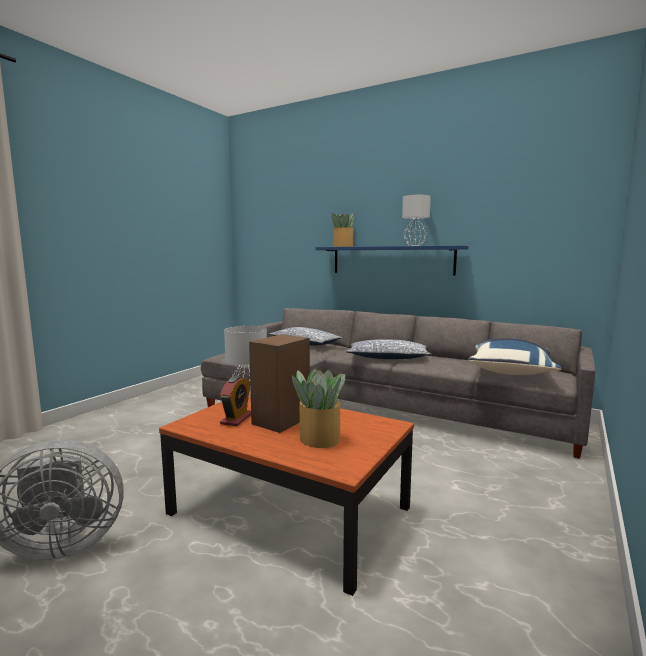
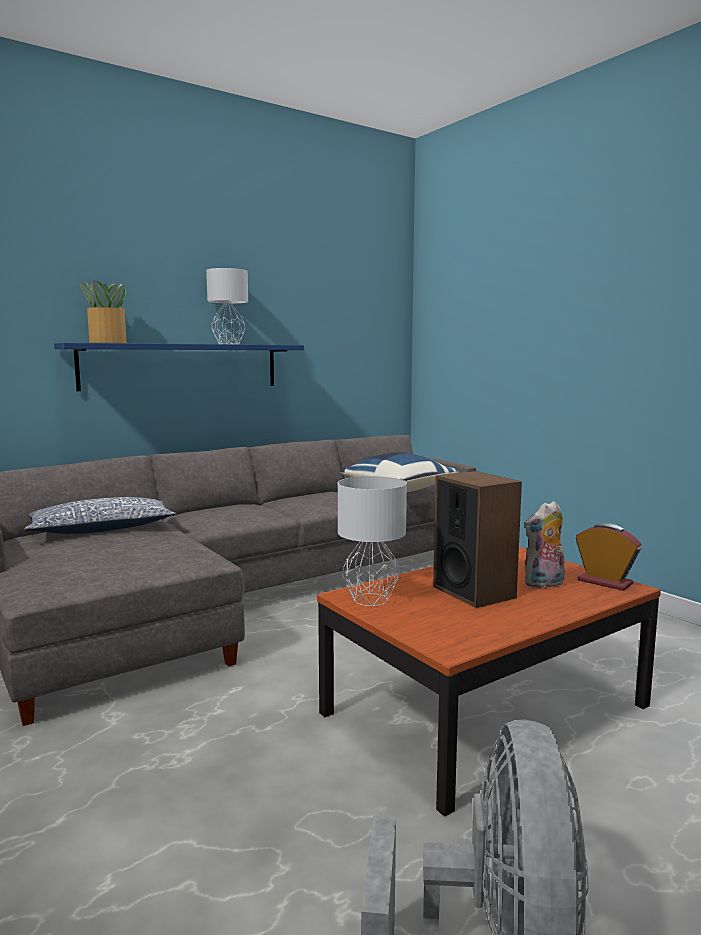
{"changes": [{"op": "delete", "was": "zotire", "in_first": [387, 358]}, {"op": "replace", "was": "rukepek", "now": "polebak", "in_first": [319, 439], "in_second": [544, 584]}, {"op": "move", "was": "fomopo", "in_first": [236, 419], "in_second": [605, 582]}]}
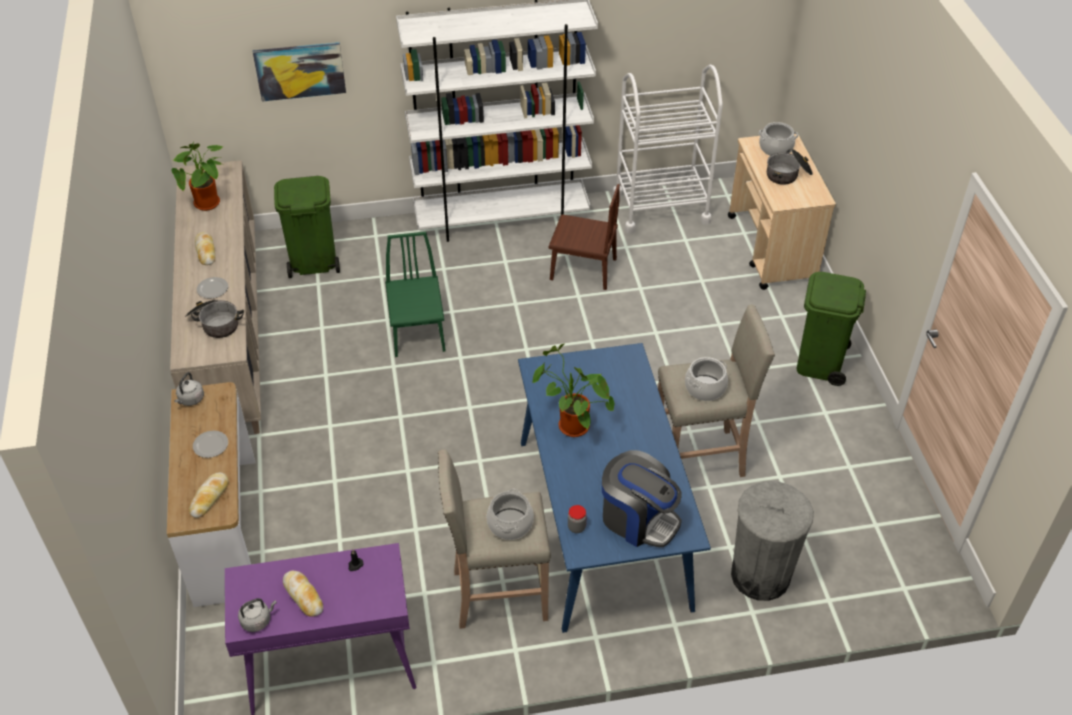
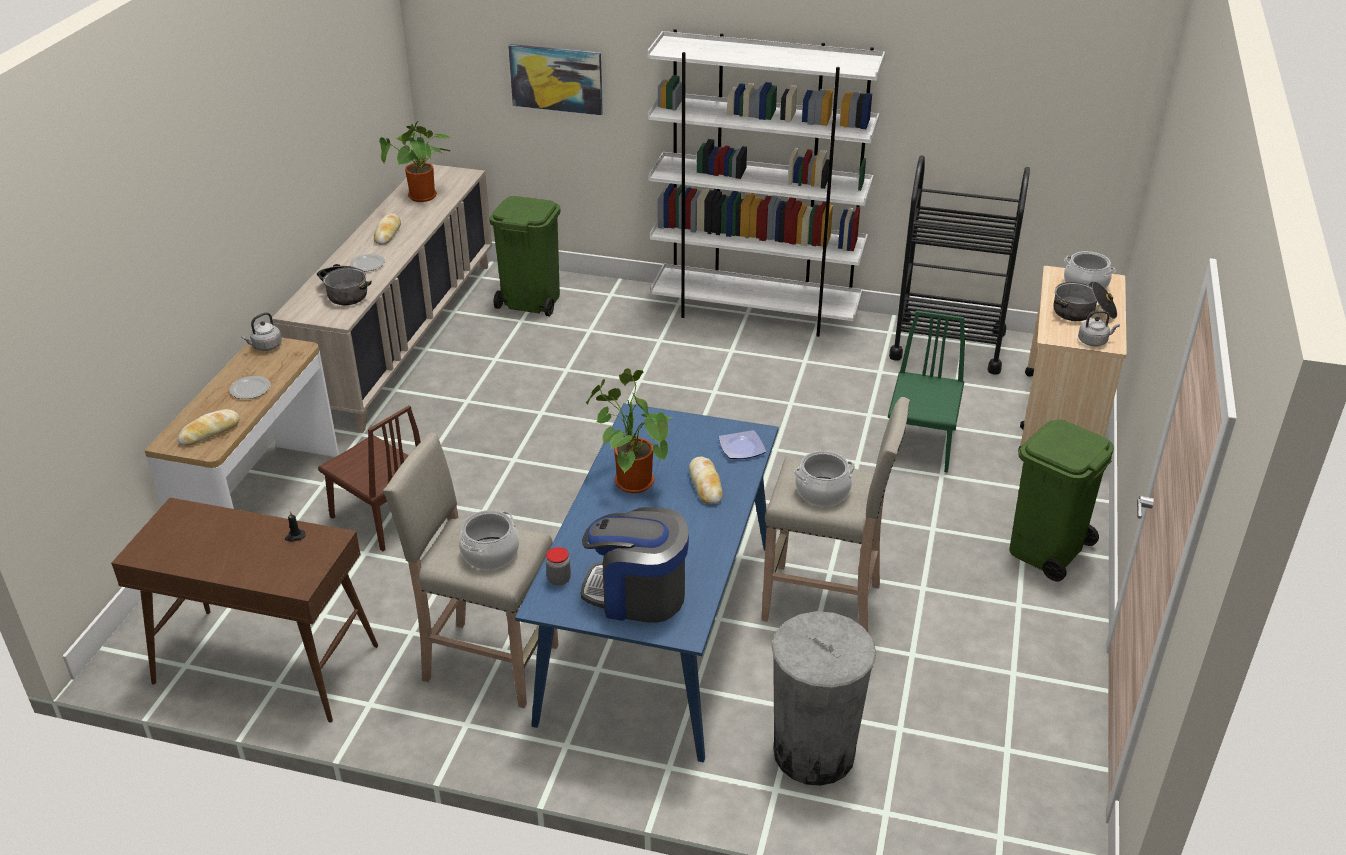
{"changes": [{"op": "recolor", "was": "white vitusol", "now": "black vitusol", "in_first": [660, 208], "in_second": [947, 345]}, {"op": "move", "was": "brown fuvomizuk", "in_first": [583, 269], "in_second": [381, 517]}, {"op": "move", "was": "green fuvomizuk", "in_first": [417, 333], "in_second": [920, 445]}, {"op": "rotate", "was": "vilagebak", "in_first": [638, 519], "in_second": [637, 594], "clockwise": 135}, {"op": "recolor", "was": "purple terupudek", "now": "brown terupudek", "in_first": [330, 663], "in_second": [265, 665]}, {"op": "move", "was": "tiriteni", "in_first": [303, 596], "in_second": [705, 485]}, {"op": "move", "was": "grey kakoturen", "in_first": [257, 620], "in_second": [1094, 341]}, {"op": "insert", "now": "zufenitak", "in_second": [741, 448]}]}
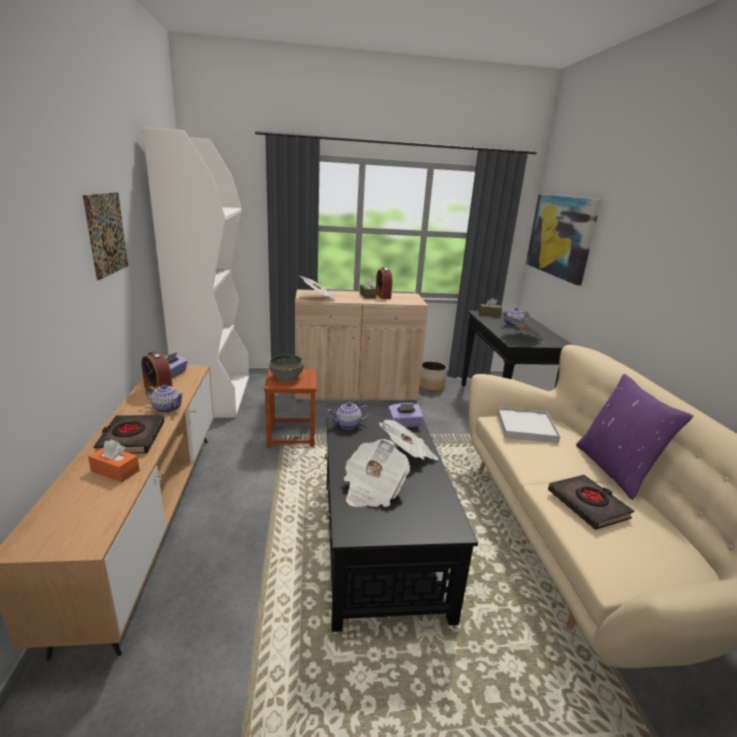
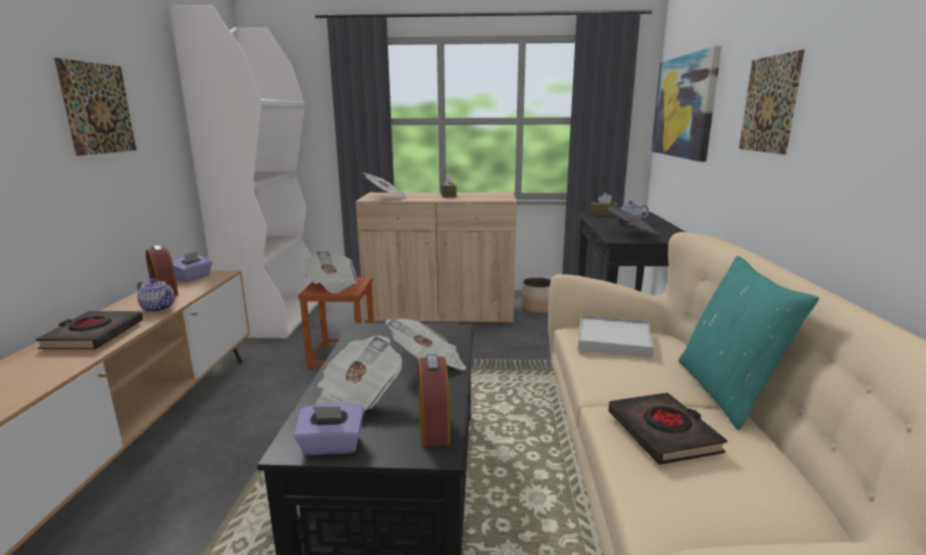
{"changes": [{"op": "move", "was": "fomopo", "in_first": [383, 296], "in_second": [433, 427]}, {"op": "replace", "was": "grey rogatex", "now": "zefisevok", "in_first": [287, 377], "in_second": [332, 285]}, {"op": "recolor", "was": "purple zotire", "now": "turquoise zotire", "in_first": [615, 470], "in_second": [727, 392]}, {"op": "delete", "was": "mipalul", "in_first": [348, 425]}, {"op": "move", "was": "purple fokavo", "in_first": [404, 424], "in_second": [331, 446]}, {"op": "delete", "was": "orange fokavo", "in_first": [115, 471]}, {"op": "insert", "now": "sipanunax", "in_second": [769, 104]}]}
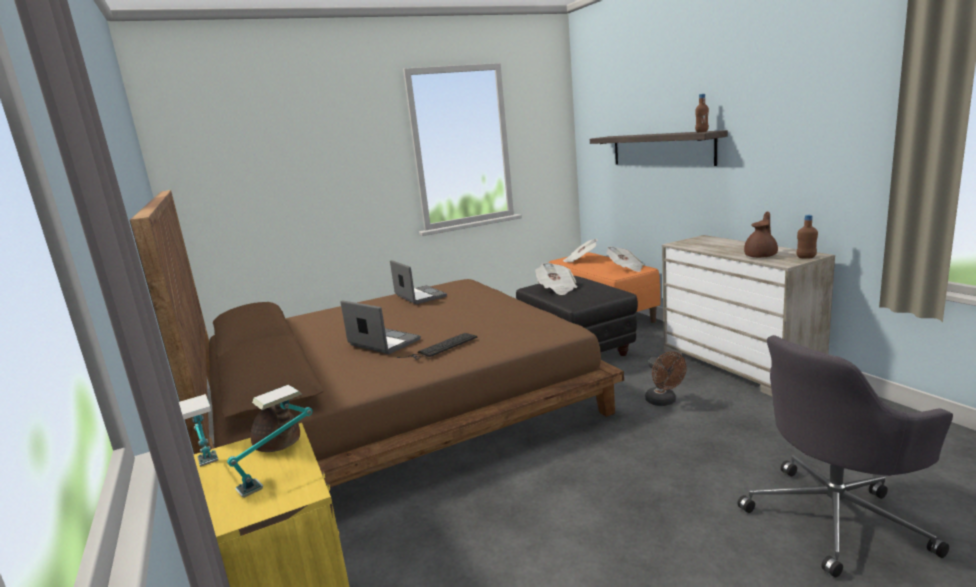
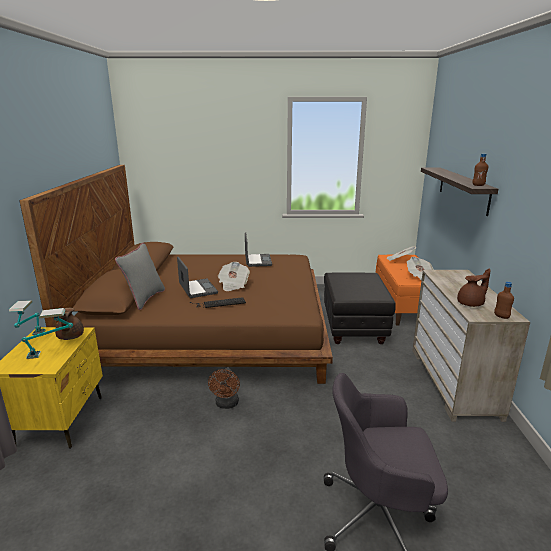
{"changes": [{"op": "move", "was": "zefisevok", "in_first": [557, 289], "in_second": [233, 285]}, {"op": "move", "was": "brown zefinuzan", "in_first": [664, 402], "in_second": [226, 404]}, {"op": "insert", "now": "grey zotire", "in_second": [144, 299]}]}
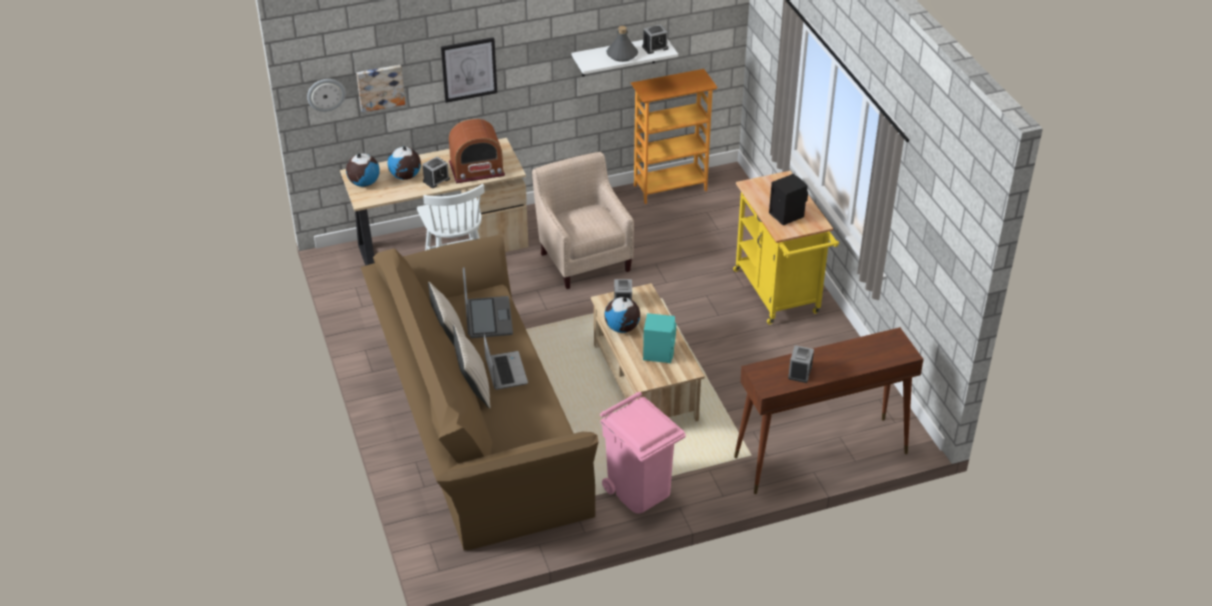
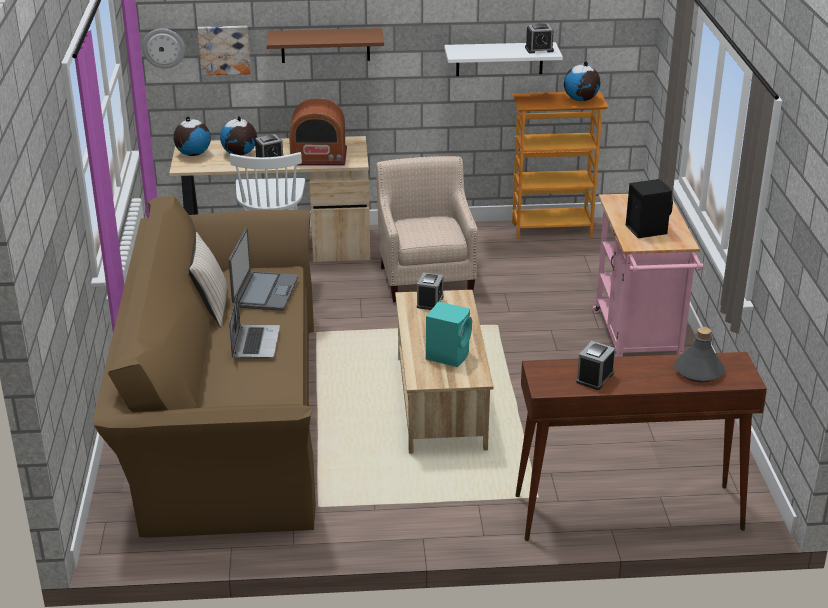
{"changes": [{"op": "move", "was": "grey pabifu", "in_first": [622, 55], "in_second": [698, 371]}, {"op": "replace", "was": "sipanunax", "now": "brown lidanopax", "in_first": [469, 69], "in_second": [325, 45]}, {"op": "recolor", "was": "yellow vitusol", "now": "pink vitusol", "in_first": [779, 295], "in_second": [638, 342]}, {"op": "move", "was": "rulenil", "in_first": [622, 328], "in_second": [581, 100]}, {"op": "delete", "was": "beige zotire", "in_first": [473, 388]}, {"op": "delete", "was": "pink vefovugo", "in_first": [640, 490]}]}
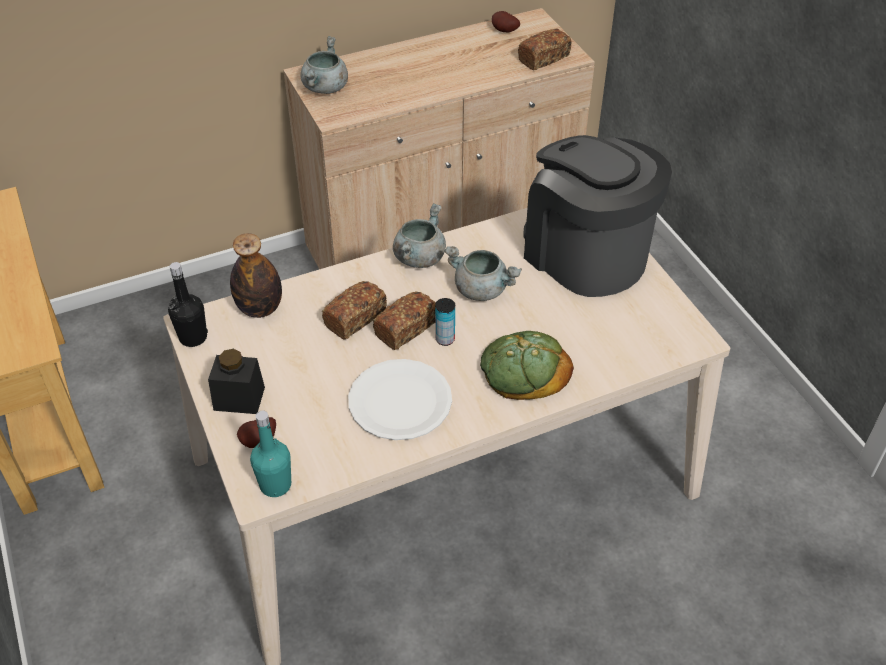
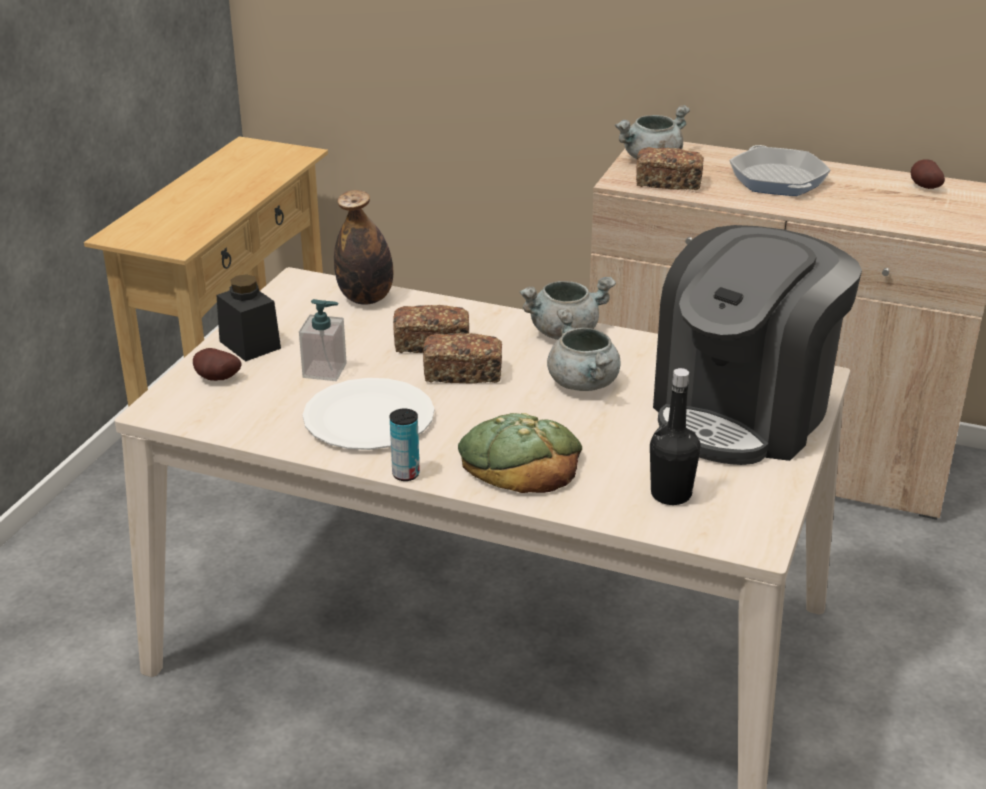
{"changes": [{"op": "move", "was": "tiriteni", "in_first": [543, 58], "in_second": [668, 183]}, {"op": "rotate", "was": "vilagebak", "in_first": [585, 254], "in_second": [744, 412], "clockwise": -150}, {"op": "move", "was": "black pabifu", "in_first": [193, 337], "in_second": [671, 494]}, {"op": "move", "was": "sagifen", "in_first": [445, 339], "in_second": [406, 474]}, {"op": "delete", "was": "turquoise pabifu", "in_first": [275, 485]}, {"op": "insert", "now": "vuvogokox", "in_second": [777, 179]}, {"op": "insert", "now": "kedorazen", "in_second": [325, 370]}]}
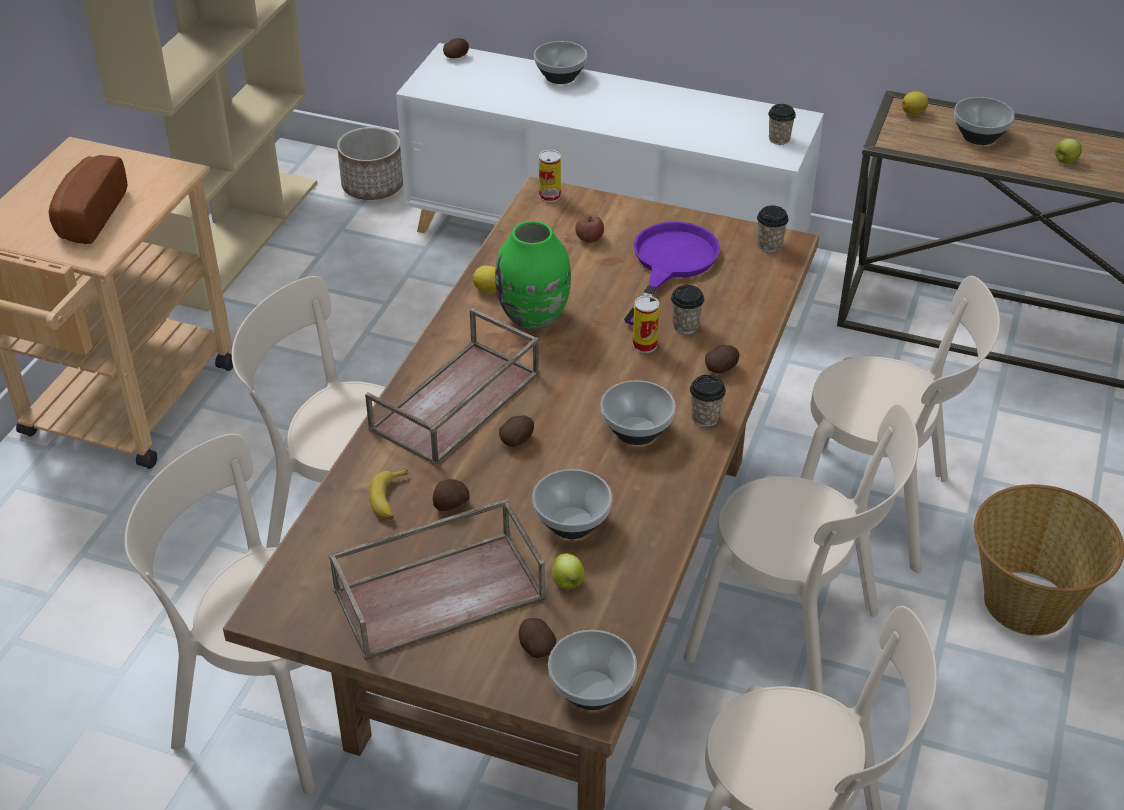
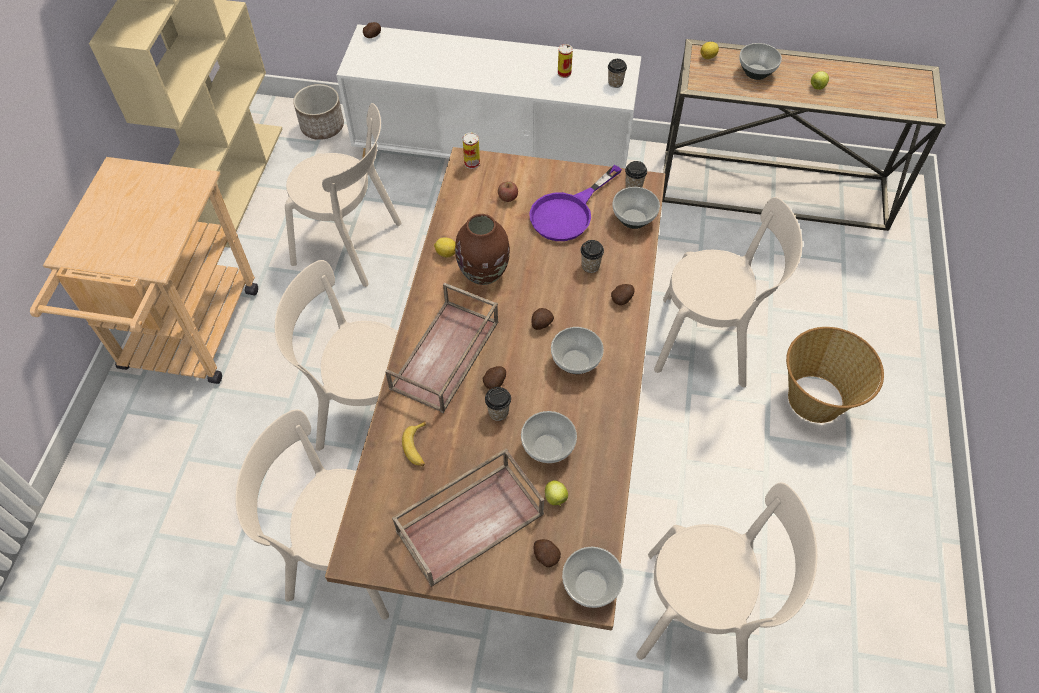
{"changes": [{"op": "move", "was": "rogatex", "in_first": [561, 77], "in_second": [634, 219]}, {"op": "delete", "was": "tiriteni", "in_first": [87, 216]}, {"op": "recolor", "was": "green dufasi", "now": "brown dufasi", "in_first": [534, 317], "in_second": [484, 273]}, {"op": "rotate", "was": "purple vuvogokox", "in_first": [669, 264], "in_second": [568, 213], "clockwise": -150}, {"op": "move", "was": "sagifen", "in_first": [644, 345], "in_second": [564, 73]}, {"op": "move", "was": "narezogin", "in_first": [705, 418], "in_second": [498, 412]}, {"op": "move", "was": "beige fuvomizuk", "in_first": [791, 639], "in_second": [352, 245]}, {"op": "move", "was": "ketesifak", "in_first": [450, 505], "in_second": [541, 324]}]}
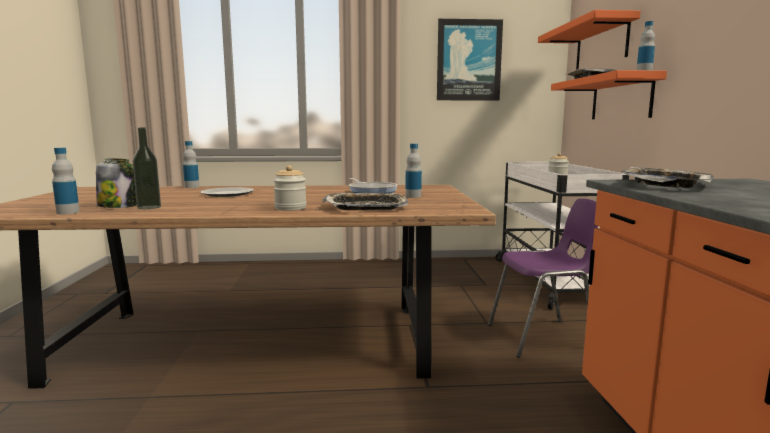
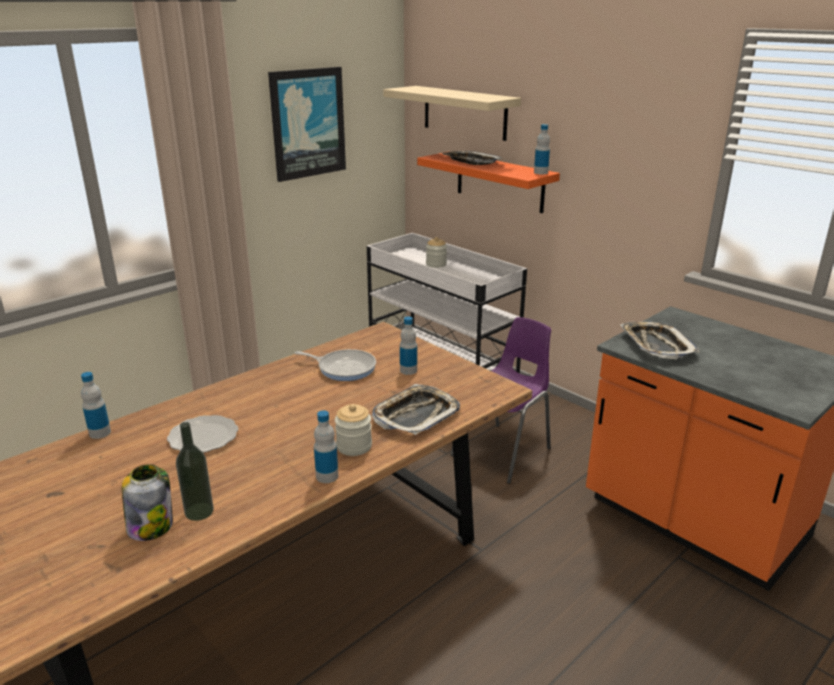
{"changes": [{"op": "recolor", "was": "orange lidanopax", "now": "beige lidanopax", "in_first": [601, 44], "in_second": [464, 112]}, {"op": "move", "was": "pabifu", "in_first": [68, 212], "in_second": [327, 476]}]}
